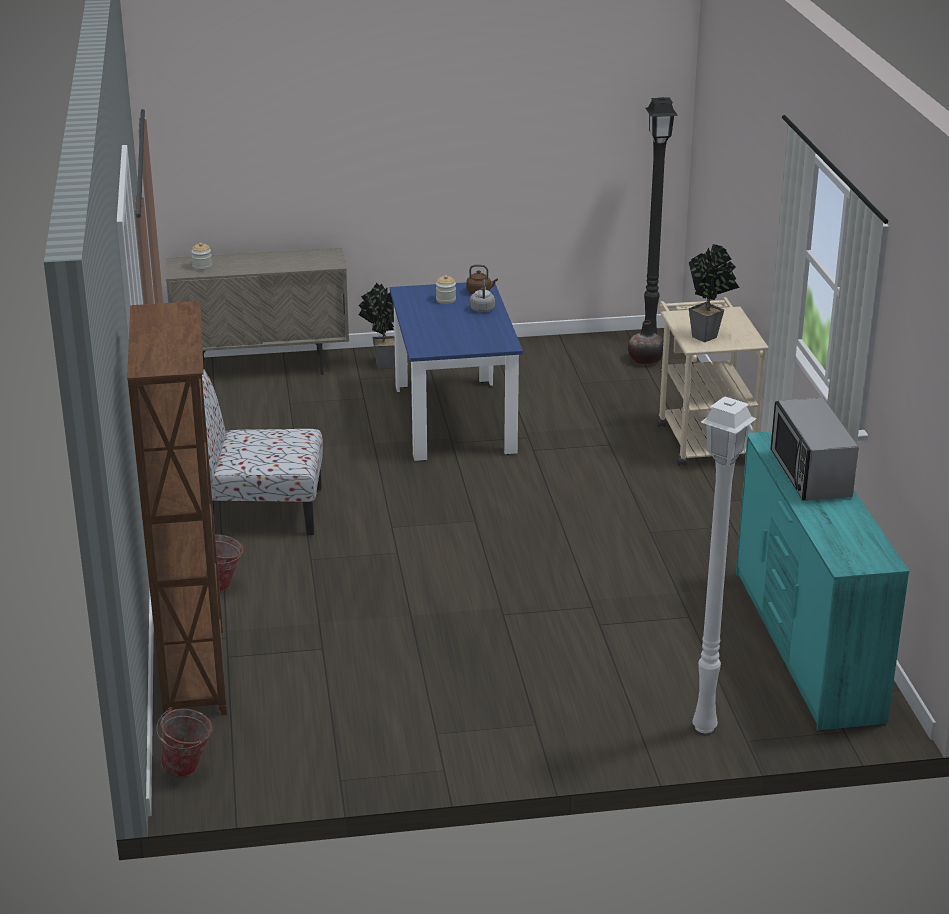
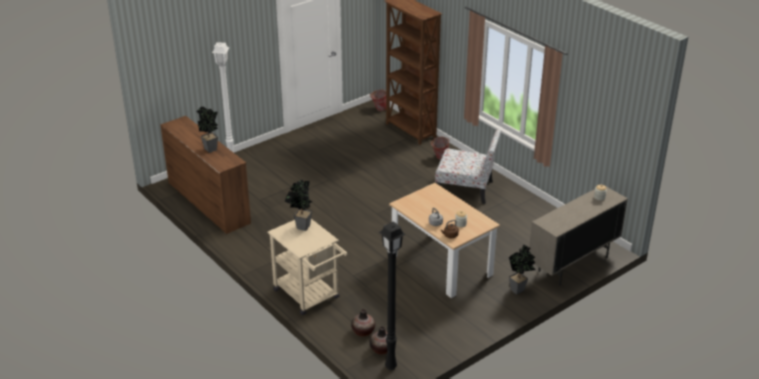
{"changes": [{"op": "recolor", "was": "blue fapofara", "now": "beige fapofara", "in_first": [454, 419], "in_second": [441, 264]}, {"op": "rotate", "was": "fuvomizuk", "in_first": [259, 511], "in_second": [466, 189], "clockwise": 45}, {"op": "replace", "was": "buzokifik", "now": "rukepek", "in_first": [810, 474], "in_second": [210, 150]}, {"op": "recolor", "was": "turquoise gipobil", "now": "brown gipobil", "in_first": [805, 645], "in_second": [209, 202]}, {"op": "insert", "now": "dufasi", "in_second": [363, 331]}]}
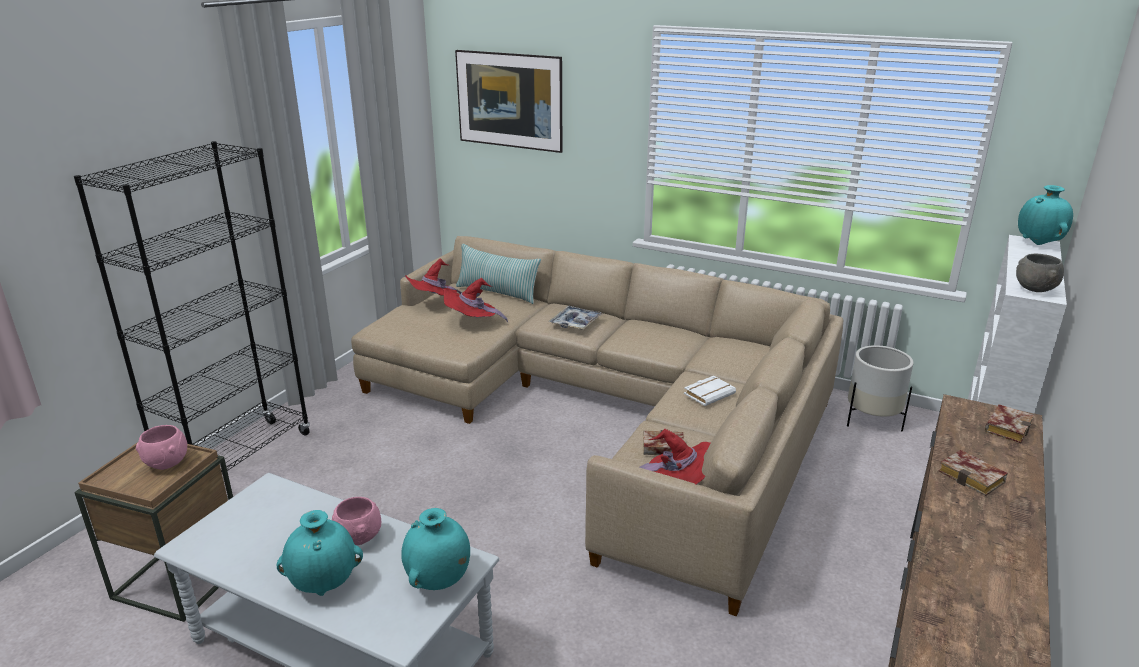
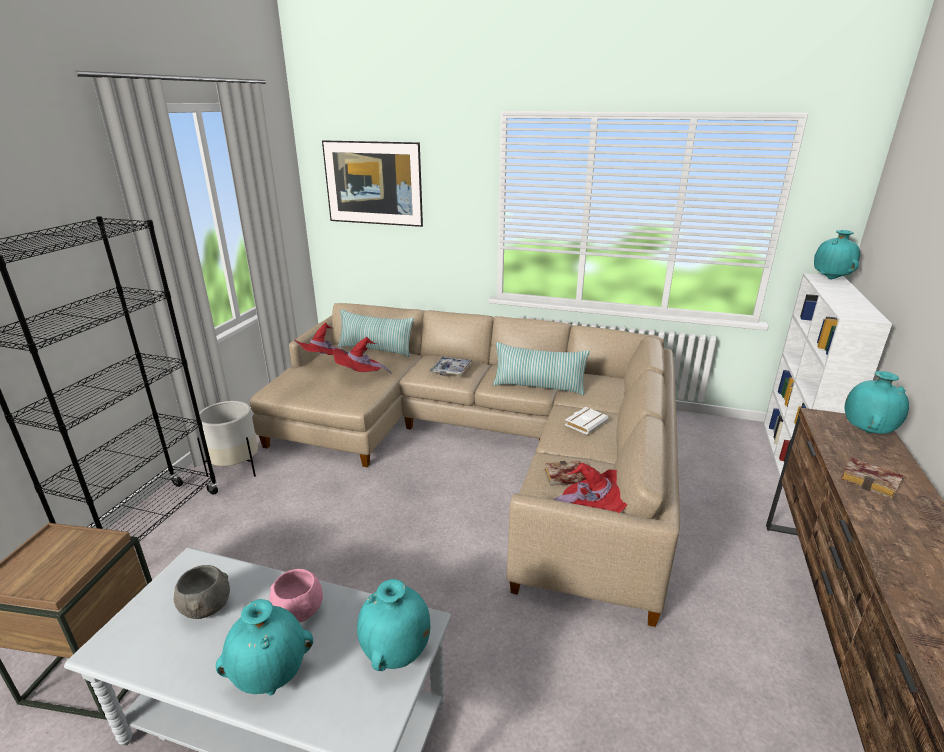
{"changes": [{"op": "move", "was": "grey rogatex", "in_first": [1035, 290], "in_second": [206, 609]}, {"op": "move", "was": "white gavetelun", "in_first": [872, 420], "in_second": [236, 468]}, {"op": "replace", "was": "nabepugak", "now": "turquoise dufasi", "in_first": [1006, 427], "in_second": [866, 431]}, {"op": "delete", "was": "pink rogatex", "in_first": [166, 464]}, {"op": "insert", "now": "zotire", "in_second": [538, 387]}]}
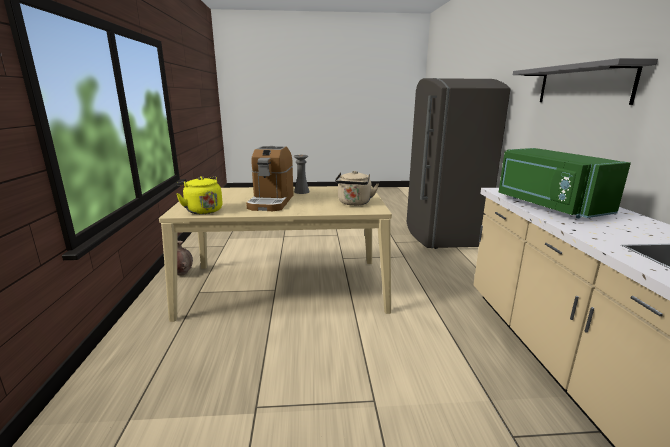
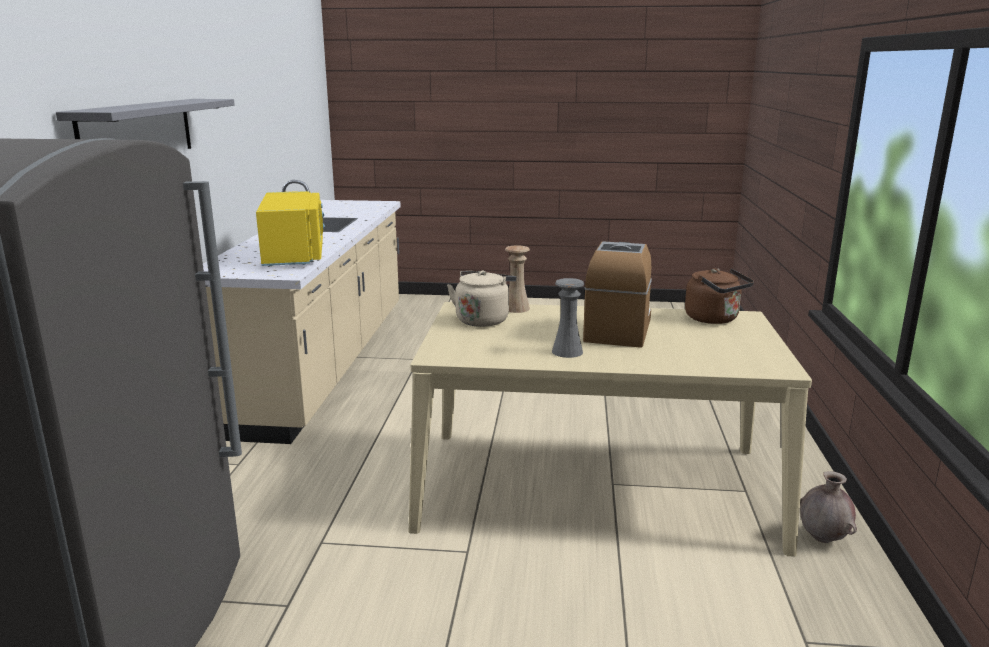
{"changes": [{"op": "recolor", "was": "green buzokifik", "now": "yellow buzokifik", "in_first": [548, 205], "in_second": [295, 255]}, {"op": "recolor", "was": "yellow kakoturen", "now": "brown kakoturen", "in_first": [202, 210], "in_second": [714, 319]}, {"op": "insert", "now": "beige dufasi", "in_second": [516, 308]}]}
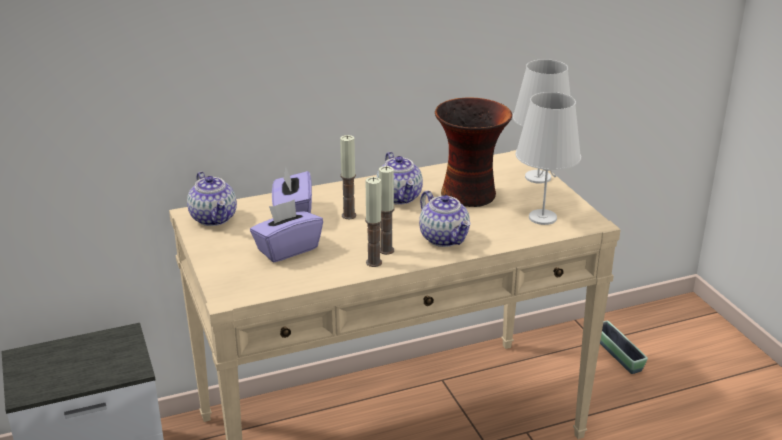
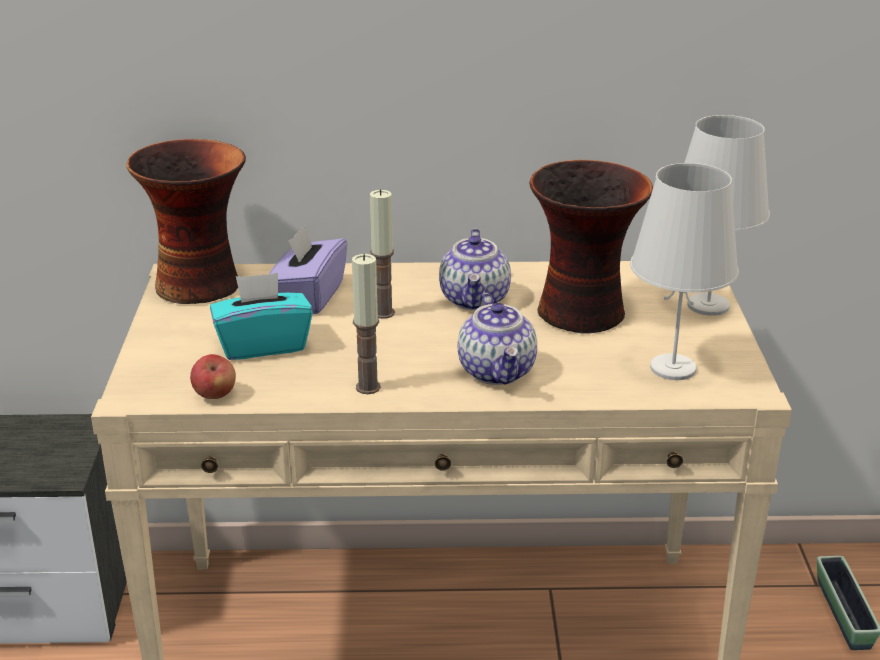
{"changes": [{"op": "delete", "was": "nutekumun", "in_first": [386, 250]}, {"op": "replace", "was": "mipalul", "now": "dufasi", "in_first": [214, 218], "in_second": [201, 285]}, {"op": "recolor", "was": "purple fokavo", "now": "turquoise fokavo", "in_first": [287, 249], "in_second": [263, 345]}, {"op": "insert", "now": "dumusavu", "in_second": [215, 395]}]}
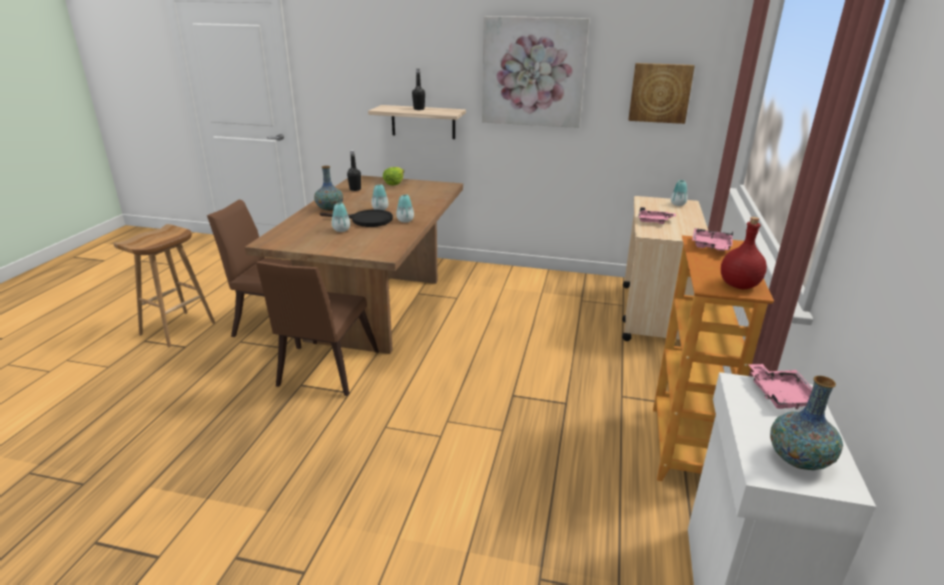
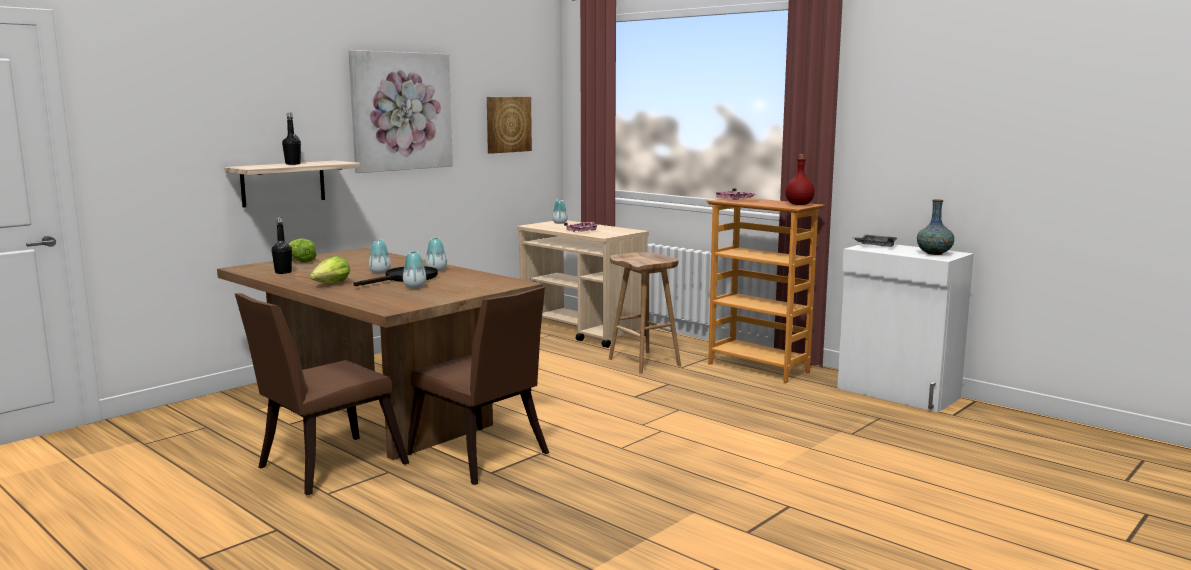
{"changes": [{"op": "replace", "was": "dufasi", "now": "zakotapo", "in_first": [330, 209], "in_second": [331, 284]}, {"op": "move", "was": "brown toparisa", "in_first": [177, 329], "in_second": [645, 362]}, {"op": "recolor", "was": "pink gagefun", "now": "grey gagefun", "in_first": [781, 394], "in_second": [876, 246]}]}
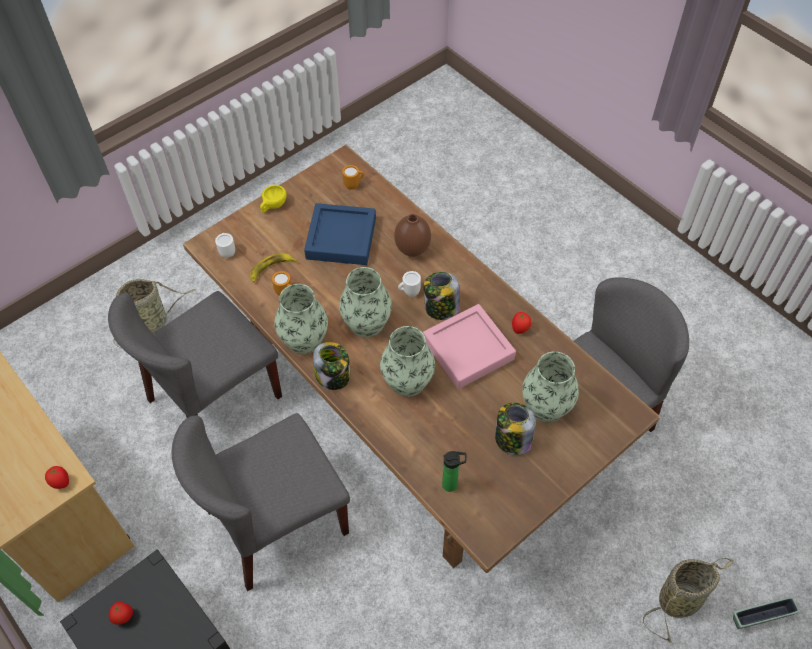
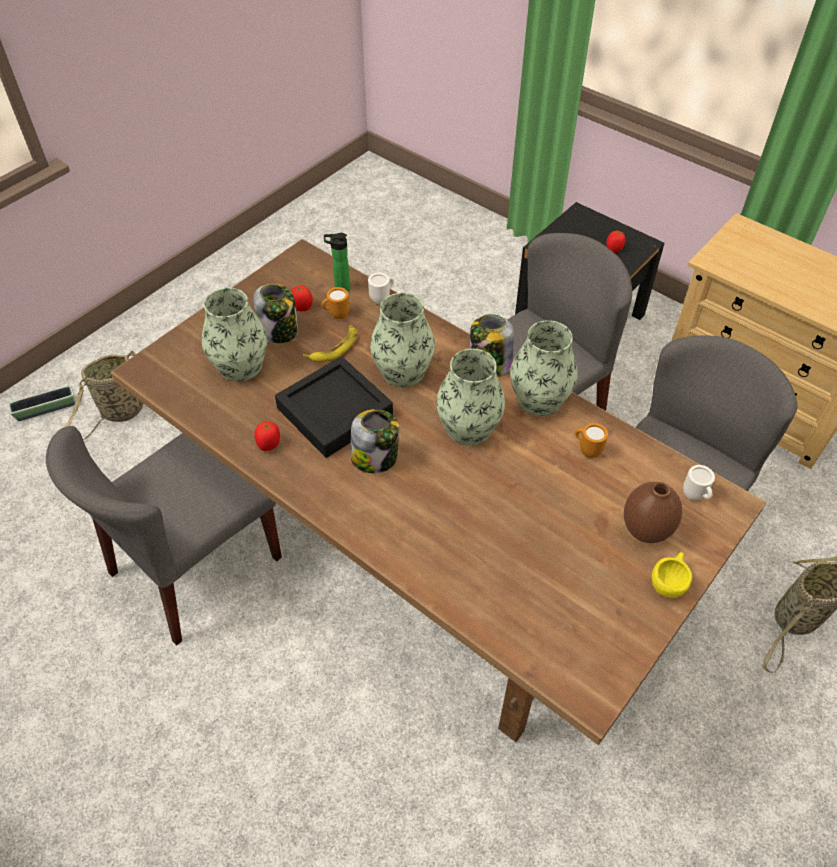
{"changes": [{"op": "move", "was": "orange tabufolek", "in_first": [354, 185], "in_second": [336, 315]}, {"op": "delete", "was": "blue gagefun", "in_first": [341, 238]}, {"op": "move", "was": "brown dufasi", "in_first": [412, 250], "in_second": [646, 531]}, {"op": "move", "was": "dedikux", "in_first": [271, 269], "in_second": [334, 347]}, {"op": "move", "was": "white tabufolek", "in_first": [409, 292], "in_second": [382, 298]}, {"op": "recolor", "was": "pink gagefun", "now": "black gagefun", "in_first": [468, 350], "in_second": [335, 412]}, {"op": "move", "was": "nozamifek", "in_first": [61, 482], "in_second": [302, 307]}]}
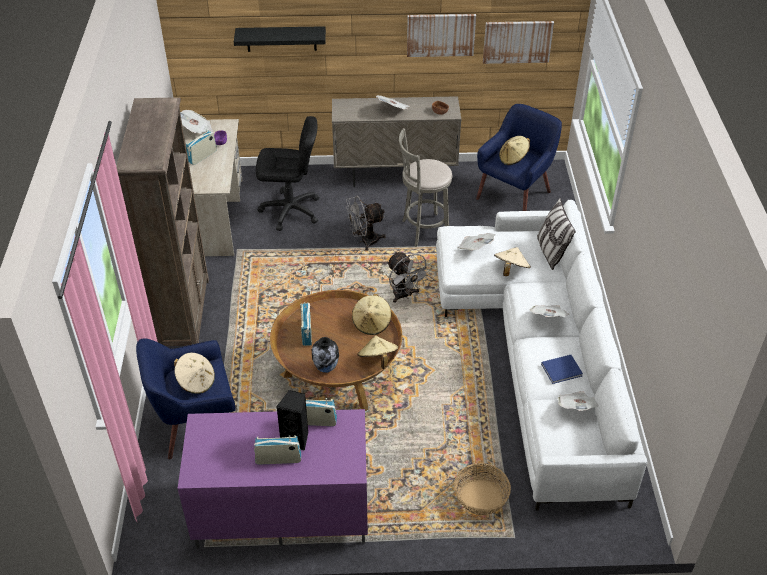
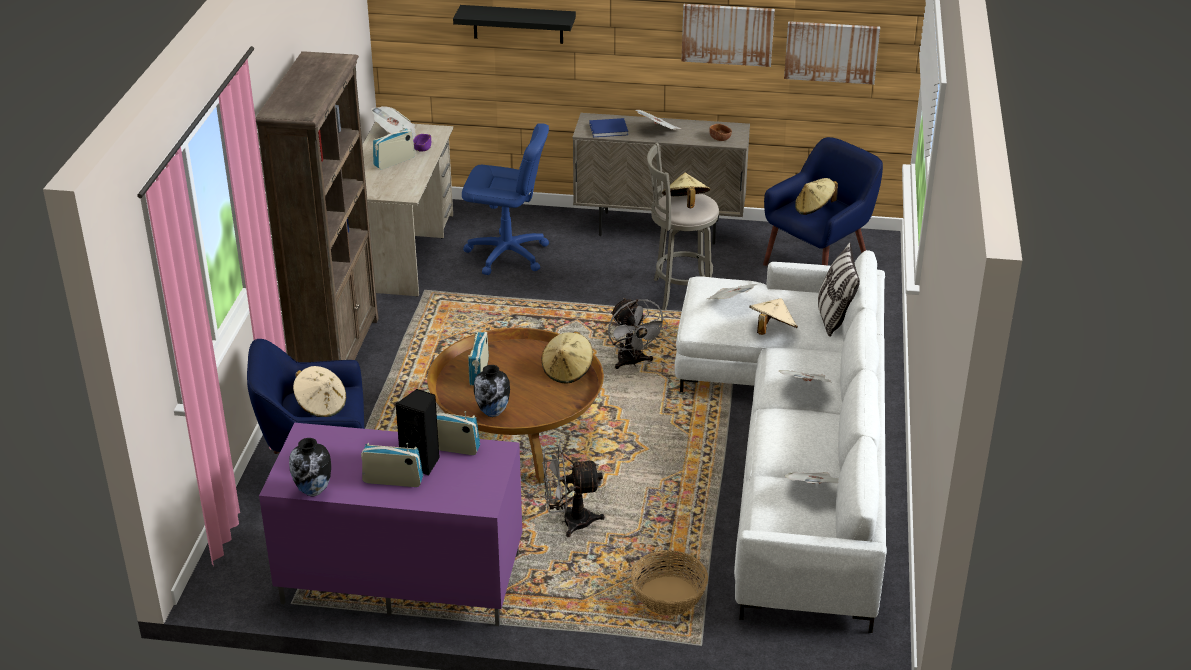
{"changes": [{"op": "recolor", "was": "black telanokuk", "now": "blue telanokuk", "in_first": [290, 211], "in_second": [507, 254]}, {"op": "move", "was": "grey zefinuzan", "in_first": [365, 241], "in_second": [569, 522]}, {"op": "move", "was": "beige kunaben", "in_first": [378, 360], "in_second": [685, 204]}, {"op": "move", "was": "blue nabepugak", "in_first": [562, 370], "in_second": [610, 129]}, {"op": "insert", "now": "dufasi", "in_second": [313, 491]}]}
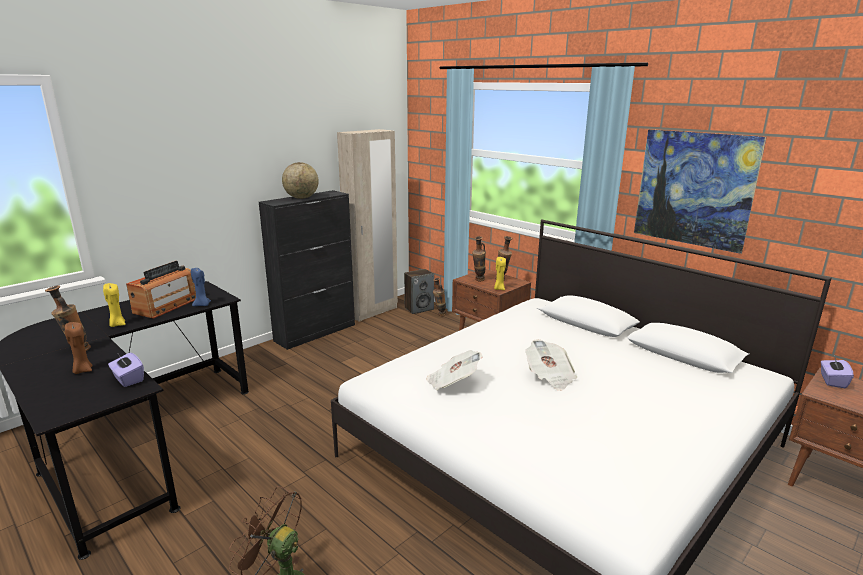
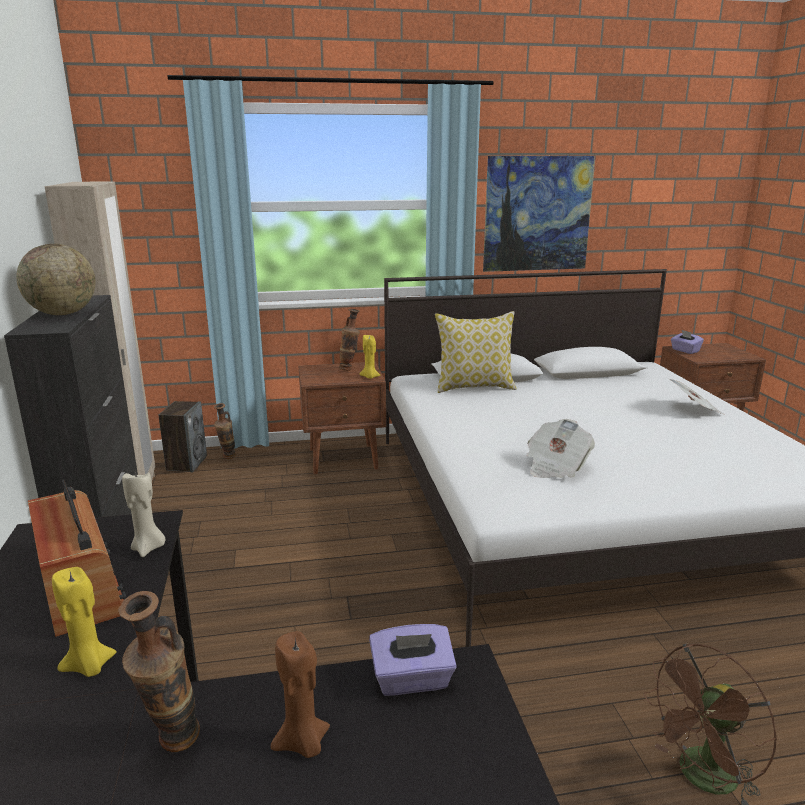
{"changes": [{"op": "delete", "was": "dufasi", "in_first": [478, 280]}, {"op": "recolor", "was": "blue nutekumun", "now": "beige nutekumun", "in_first": [202, 305], "in_second": [148, 548]}, {"op": "move", "was": "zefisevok", "in_first": [550, 377], "in_second": [694, 410]}, {"op": "insert", "now": "zotire", "in_second": [475, 387]}]}
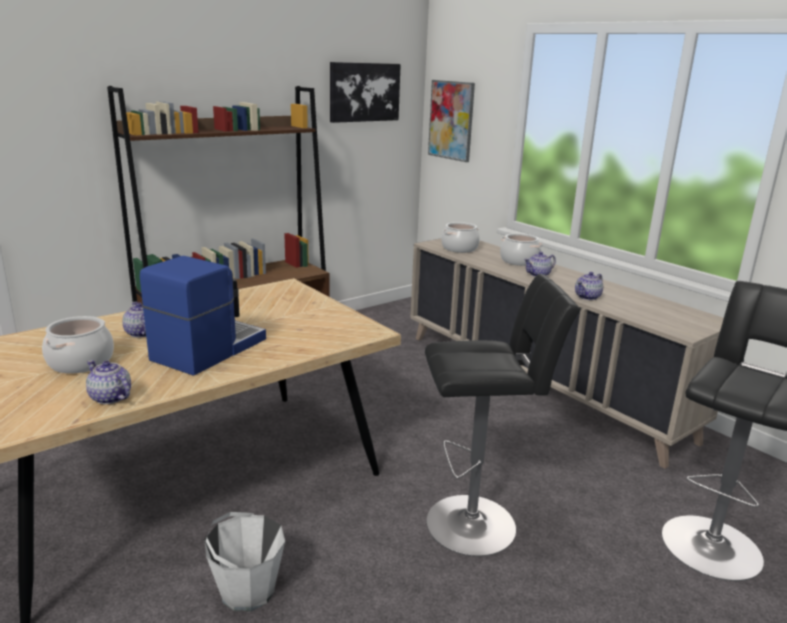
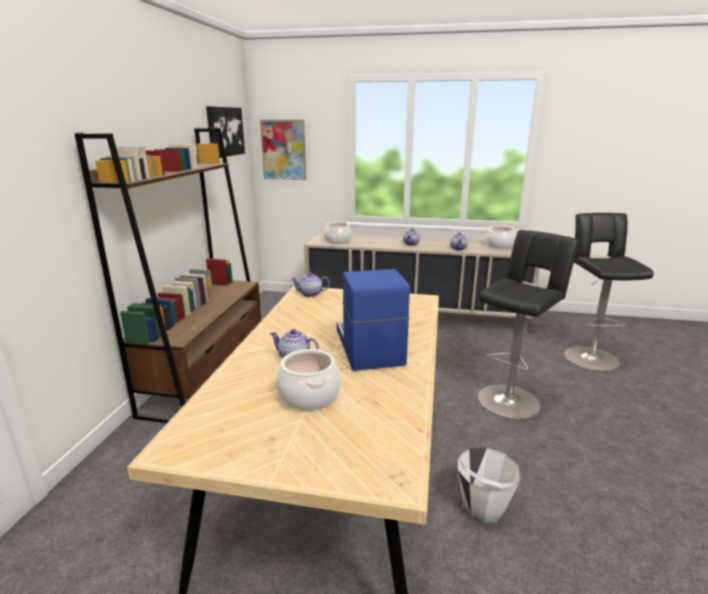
{"changes": [{"op": "move", "was": "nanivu", "in_first": [519, 261], "in_second": [500, 245]}, {"op": "move", "was": "mipalul", "in_first": [110, 398], "in_second": [311, 294]}]}
